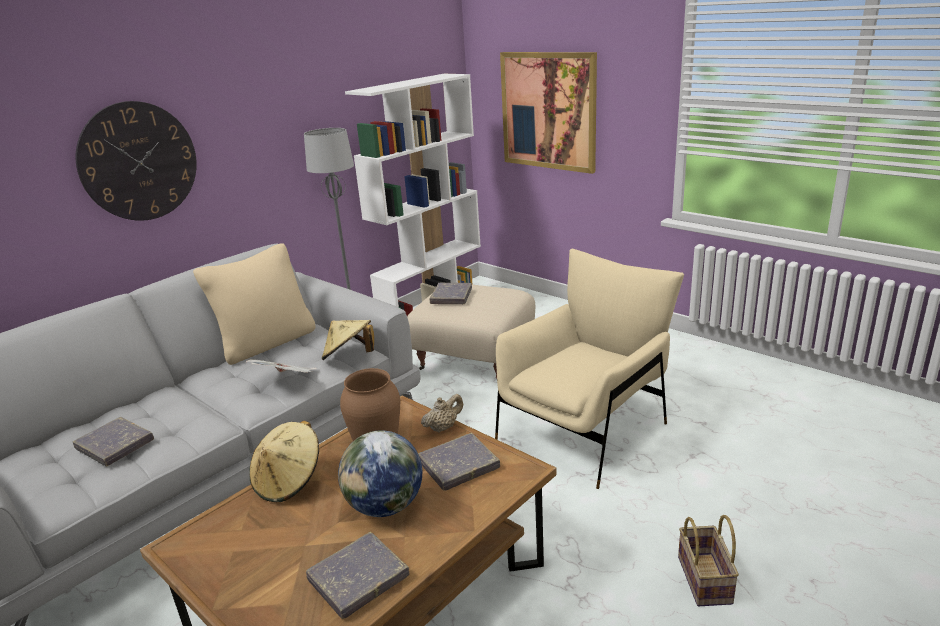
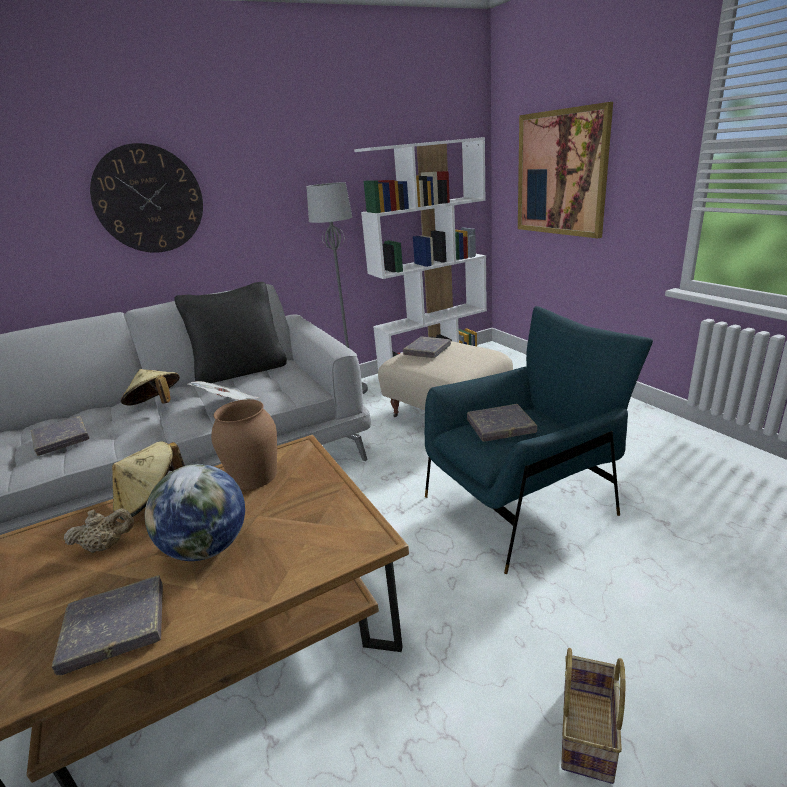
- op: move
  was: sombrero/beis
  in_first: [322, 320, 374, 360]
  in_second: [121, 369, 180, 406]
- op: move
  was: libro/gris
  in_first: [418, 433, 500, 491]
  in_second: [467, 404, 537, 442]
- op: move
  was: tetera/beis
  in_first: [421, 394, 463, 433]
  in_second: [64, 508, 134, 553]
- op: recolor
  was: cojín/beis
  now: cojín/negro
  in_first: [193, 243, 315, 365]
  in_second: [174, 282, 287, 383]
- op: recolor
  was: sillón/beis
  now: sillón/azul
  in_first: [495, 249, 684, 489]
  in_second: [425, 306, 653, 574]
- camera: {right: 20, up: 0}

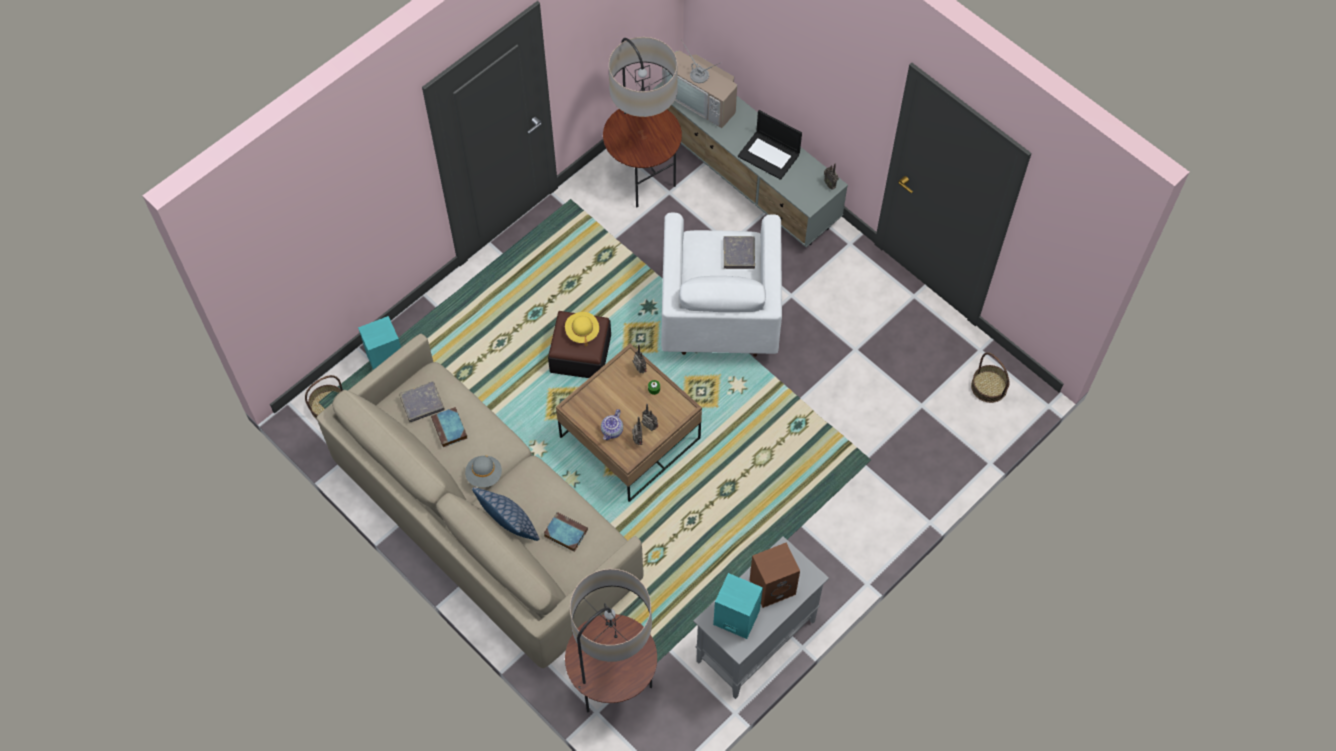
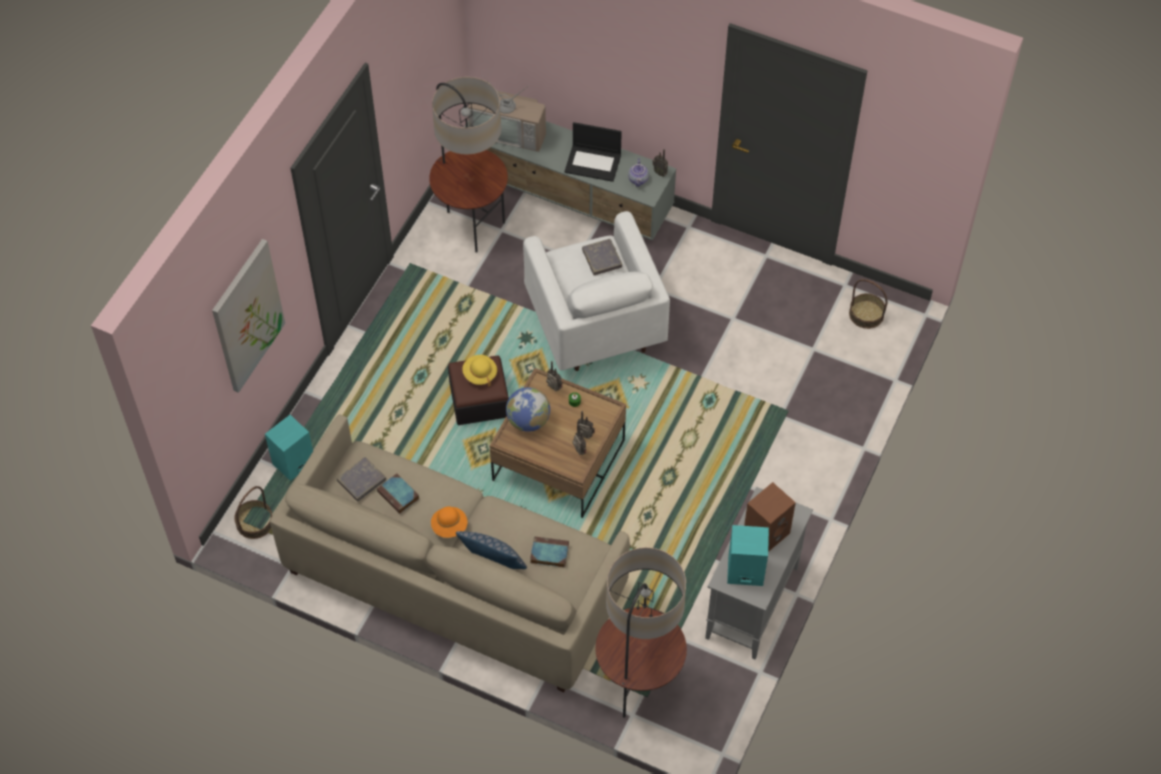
- op: insert
  now: cuadro
  in_second: [212, 239, 285, 393]
- op: insert
  now: globo terráqueo
  in_second: [506, 387, 550, 432]
- op: move
  was: tetera
  in_first: [601, 409, 623, 440]
  in_second: [628, 158, 649, 187]
- op: recolor
  was: sombrero/gris
  now: sombrero/naranja
  in_first: [465, 456, 502, 487]
  in_second: [431, 507, 468, 538]
- camera: {right: -20, up: -5}

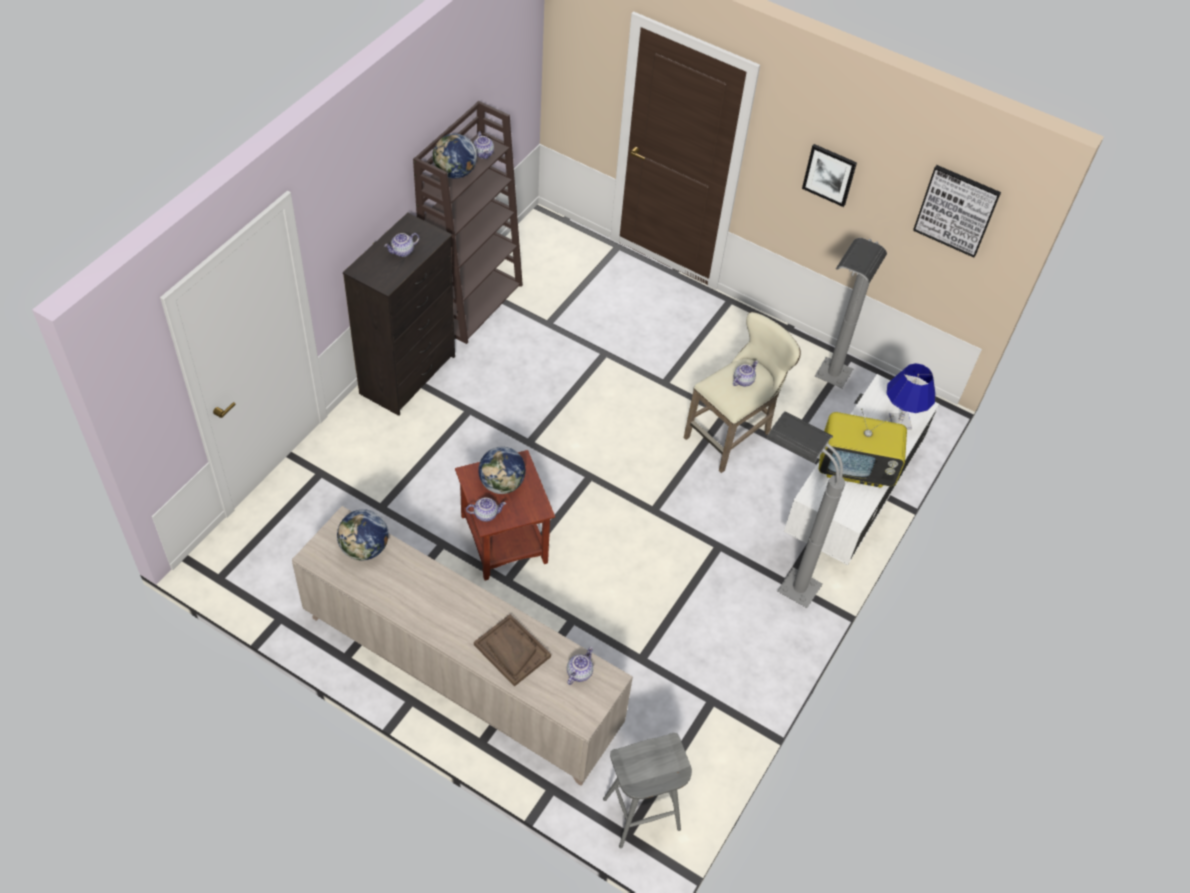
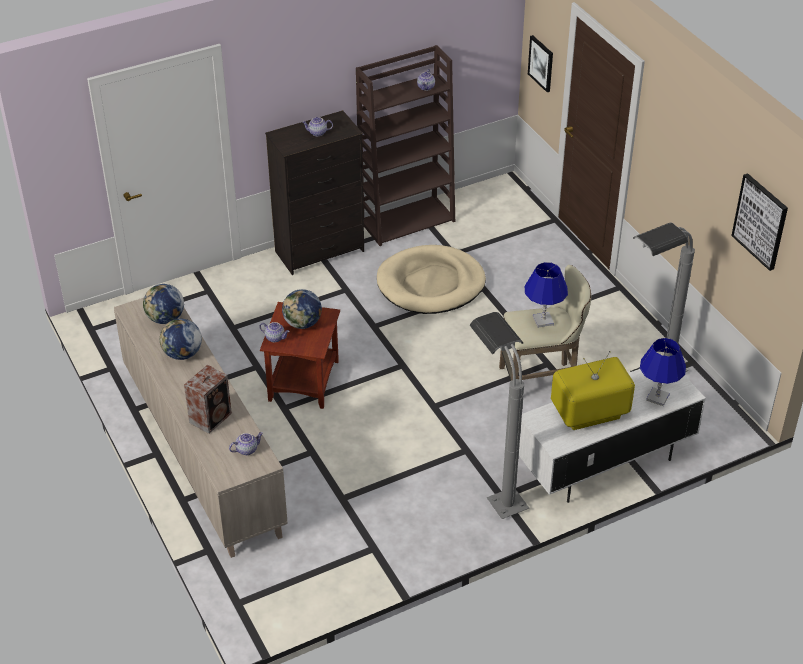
- op: delete
  was: taburete/gris
  in_first: [603, 733, 692, 848]
- op: insert
  now: cama para perro/beis
  in_second: [377, 245, 486, 314]
- op: move
  was: globo terráqueo
  in_first: [432, 134, 477, 179]
  in_second: [160, 319, 202, 360]
- op: move
  was: cuadro
  in_first: [802, 144, 857, 207]
  in_second: [528, 35, 553, 92]
- op: replace
  was: bandeja/marrón
  now: altavoz
  in_first: [474, 614, 551, 687]
  in_second: [184, 365, 232, 434]
- op: replace
  was: tetera
  now: lámpara de mesa/azul
  in_first: [733, 361, 758, 386]
  in_second: [525, 262, 568, 328]
- op: rotate
  was: televisor
  in_first: [819, 409, 907, 488]
  in_second: [551, 351, 635, 430]
  clockwise: 120
- camera: {right: 35, up: -10}

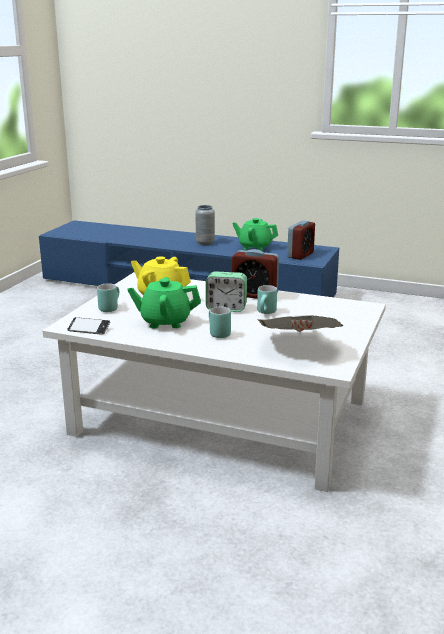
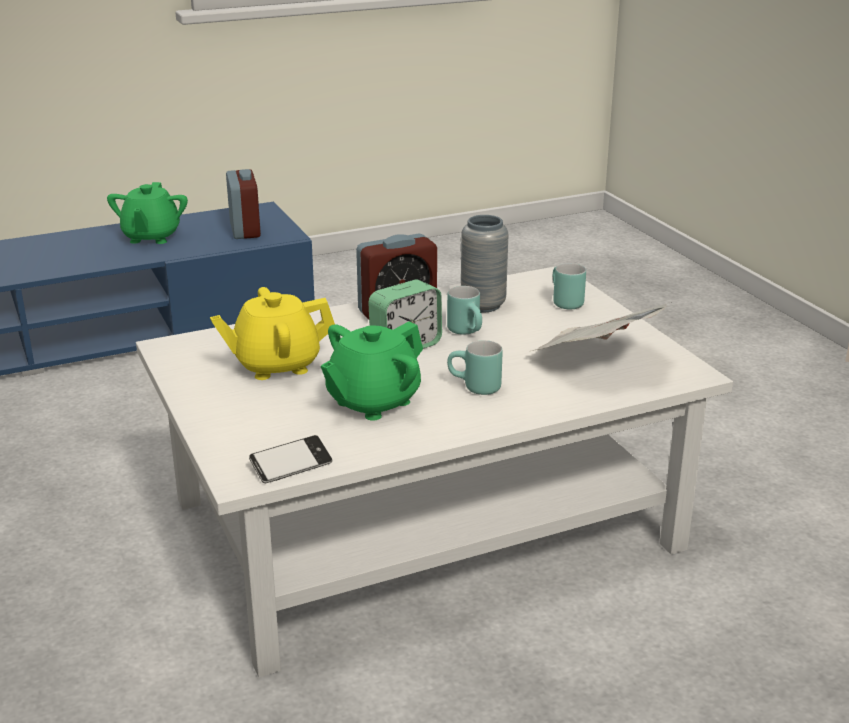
- op: move
  was: taza grande/turquesa
  in_first: [97, 283, 119, 312]
  in_second: [553, 263, 586, 310]
- op: move
  was: florero/gris
  in_first: [195, 205, 215, 245]
  in_second: [461, 215, 509, 312]
- op: rotate
  was: tetera/verde
  in_first: [232, 218, 278, 251]
  in_second: [107, 182, 188, 244]
  clockwise: -60
- camera: {right: -45, up: 5}

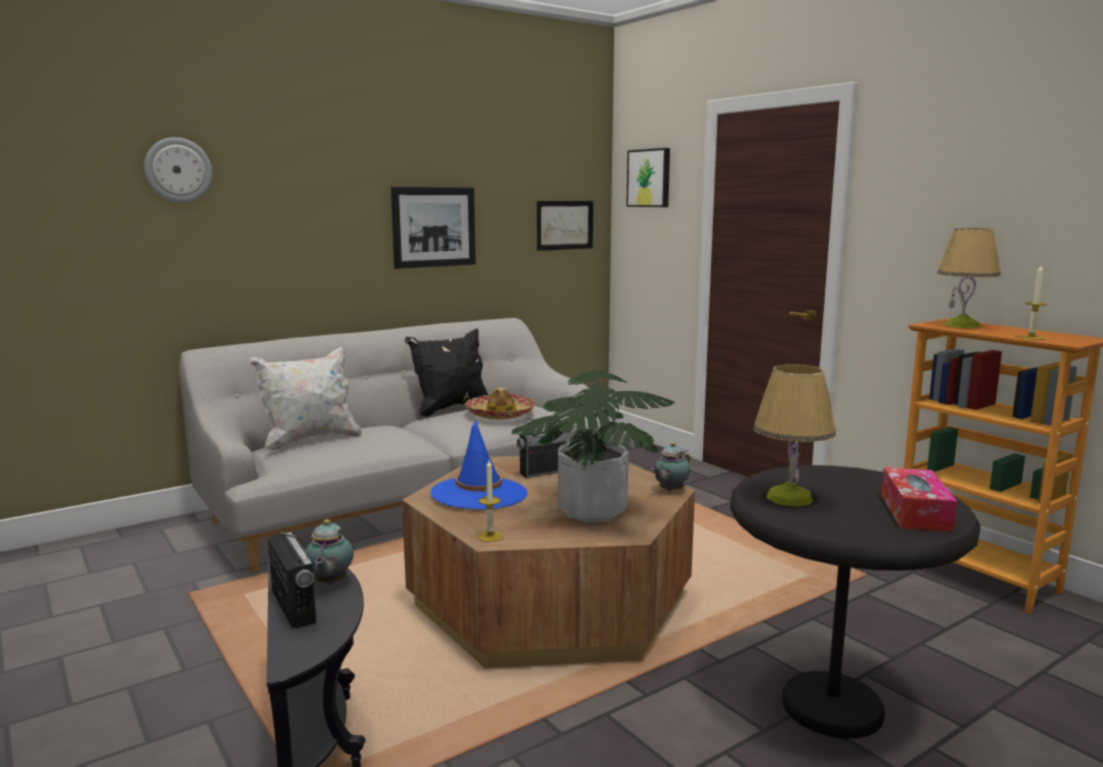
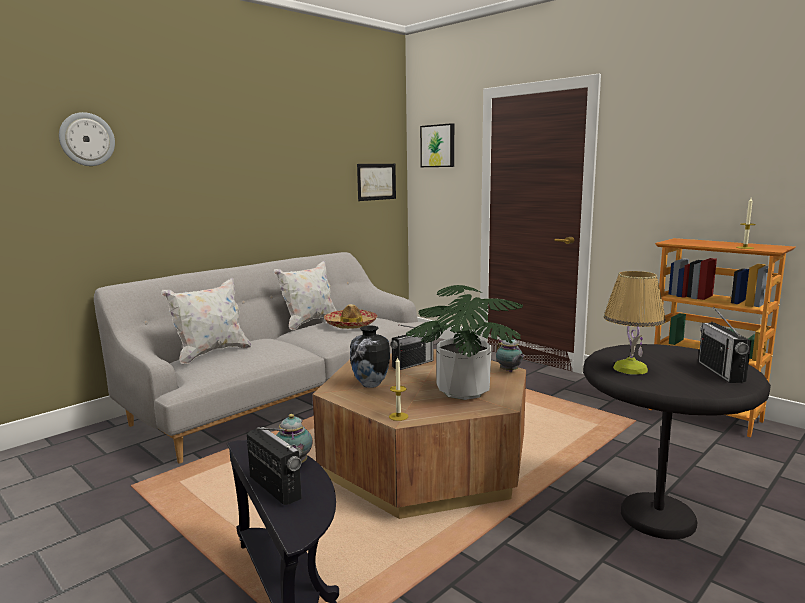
- op: delete
  was: cuadro
  in_first: [391, 187, 476, 269]
- op: delete
  was: lámpara de mesa
  in_first: [937, 228, 1001, 328]
- op: replace
  was: sombrero/azul
  now: florero
  in_first: [431, 419, 528, 510]
  in_second: [350, 326, 390, 388]
- op: replace
  was: caja de pañuelos
  now: radio
  in_first: [881, 467, 957, 532]
  in_second: [698, 307, 751, 383]
- op: recolor
  was: cojín/negro
  now: cojín/blanco
  in_first: [405, 329, 489, 417]
  in_second: [274, 261, 337, 330]
- op: rotate
  was: tetera
  in_first: [652, 442, 690, 492]
  in_second: [496, 336, 524, 372]
  clockwise: -60
- camera: {right: -10, up: 0}

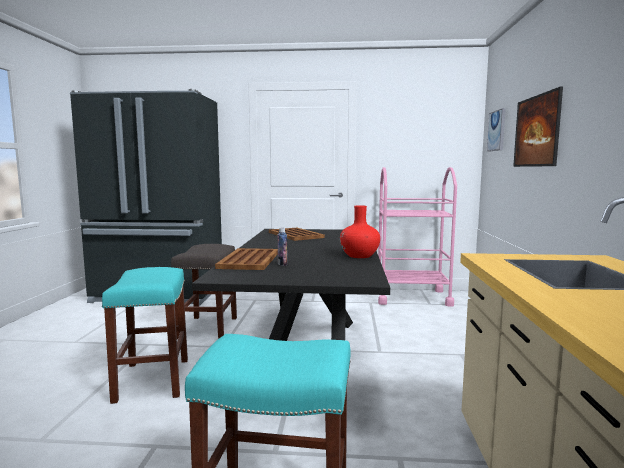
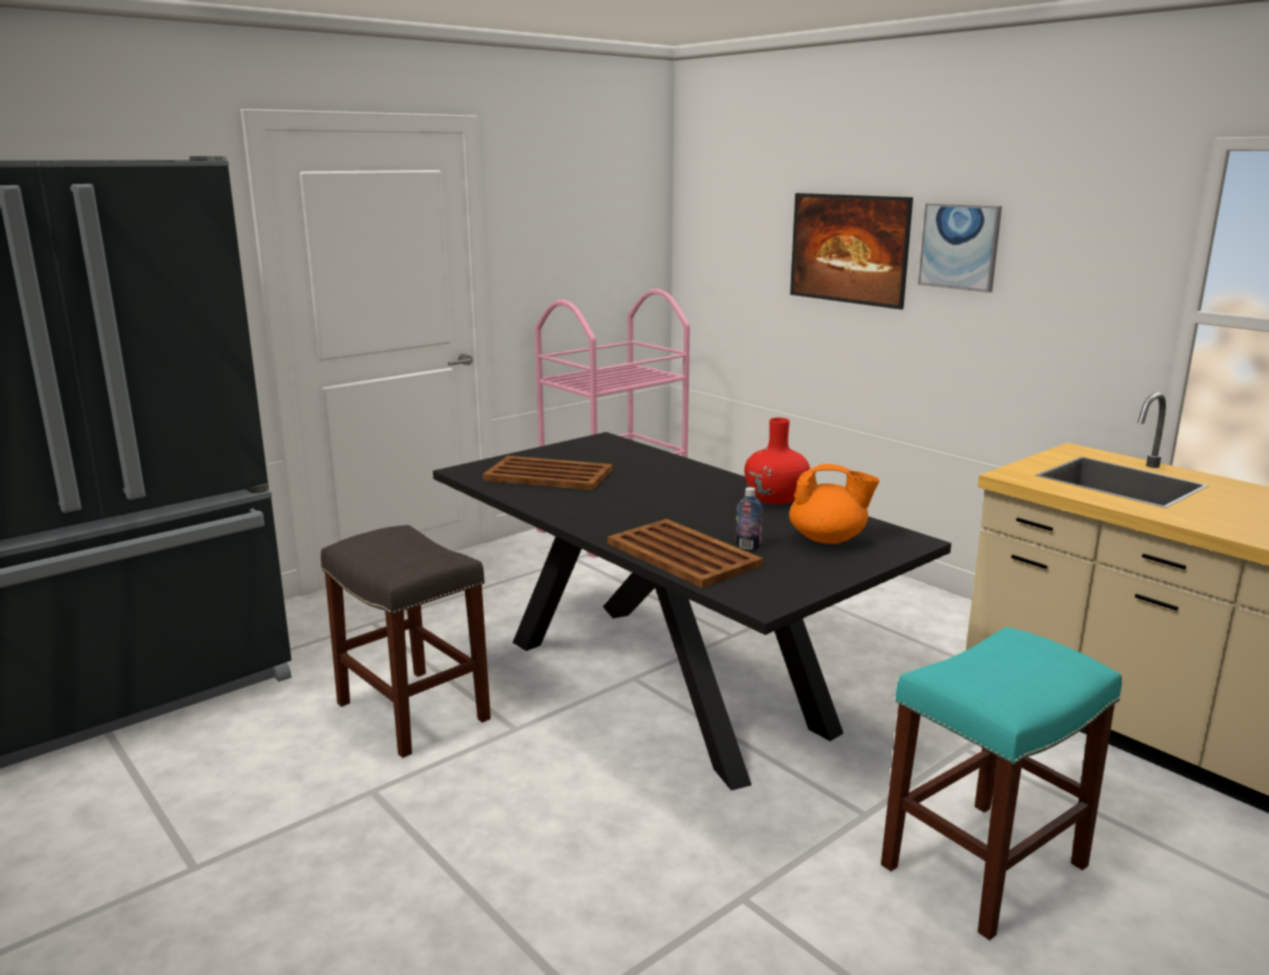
- op: delete
  was: taburete/turquesa
  in_first: [102, 267, 188, 404]
- op: insert
  now: tetera/naranja
  in_second: [789, 464, 880, 544]
- op: move
  was: cuadro
  in_first: [487, 108, 506, 152]
  in_second: [918, 203, 1002, 293]
- camera: {right: -45, up: 10}

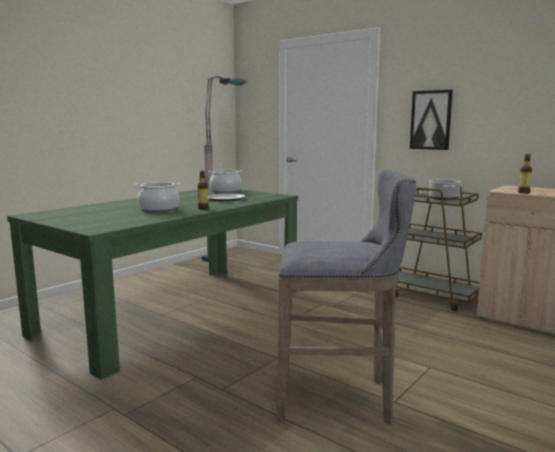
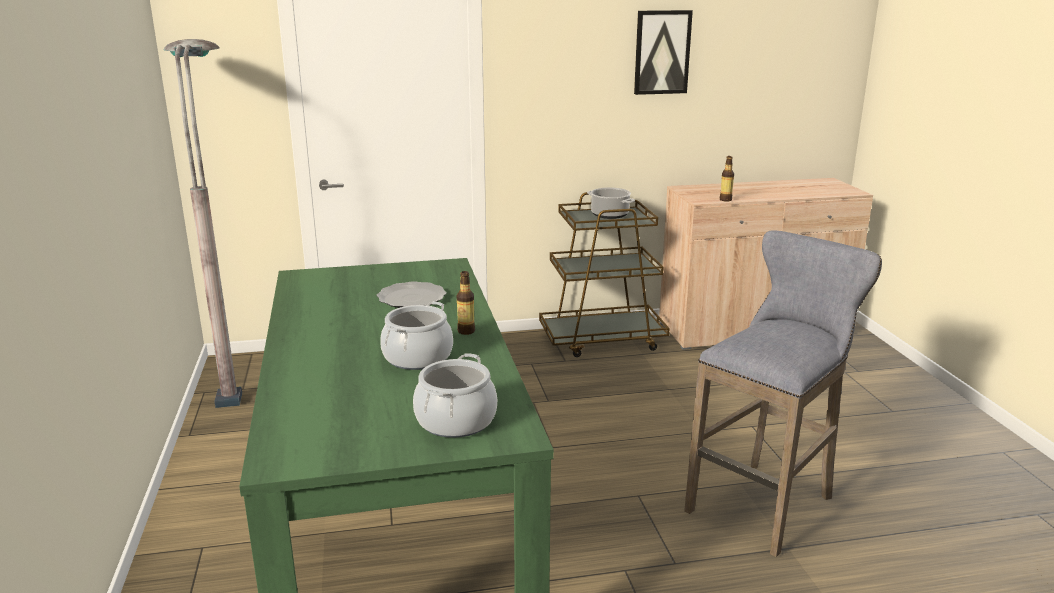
- op: move
  was: olla
  in_first: [208, 170, 242, 193]
  in_second: [413, 353, 497, 438]
- op: move
  was: cuadro
  in_first: [410, 90, 453, 150]
  in_second: [634, 10, 693, 95]
- camera: {right: -50, up: 10}

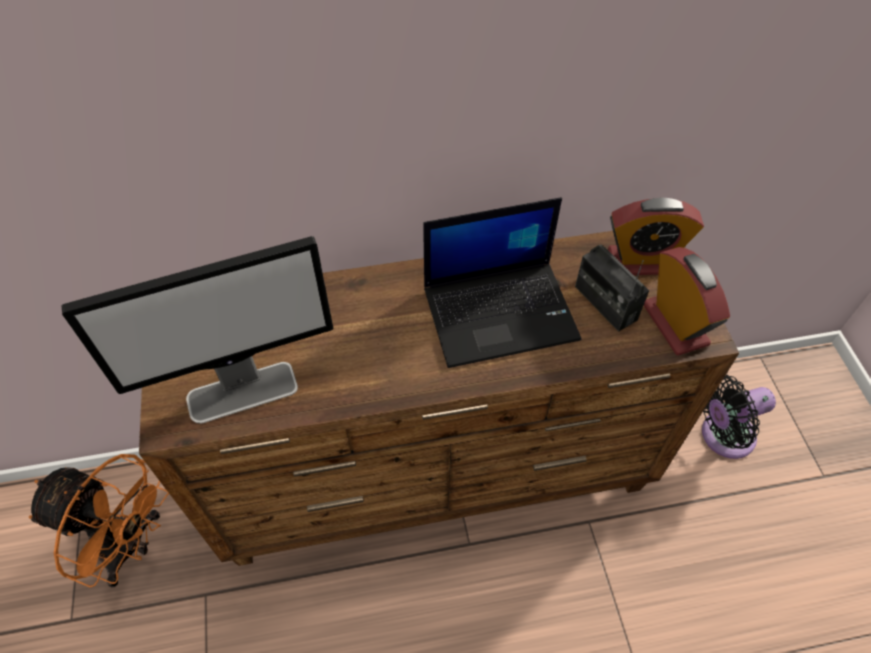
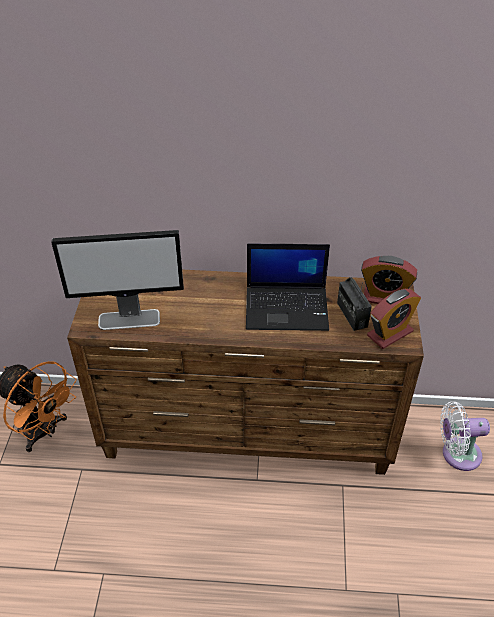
- op: recolor
  was: ventilador/negro
  now: ventilador/blanco
  in_first: [702, 374, 776, 459]
  in_second: [440, 401, 490, 471]
- op: rotate
  was: despertador
  in_first: [644, 247, 730, 356]
  in_second: [367, 289, 421, 349]
  clockwise: 60
- camera: {right: 15, up: -10}

